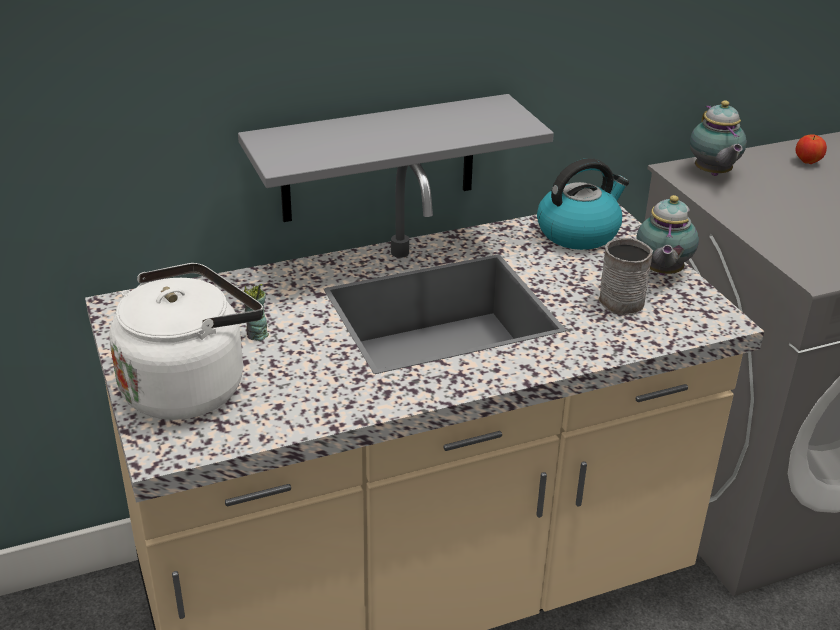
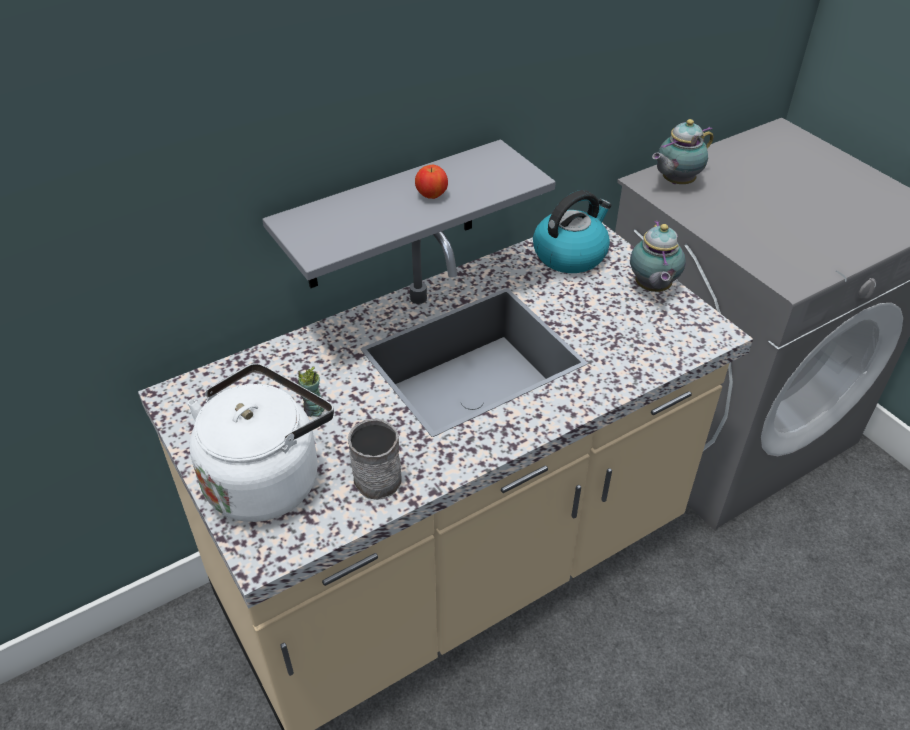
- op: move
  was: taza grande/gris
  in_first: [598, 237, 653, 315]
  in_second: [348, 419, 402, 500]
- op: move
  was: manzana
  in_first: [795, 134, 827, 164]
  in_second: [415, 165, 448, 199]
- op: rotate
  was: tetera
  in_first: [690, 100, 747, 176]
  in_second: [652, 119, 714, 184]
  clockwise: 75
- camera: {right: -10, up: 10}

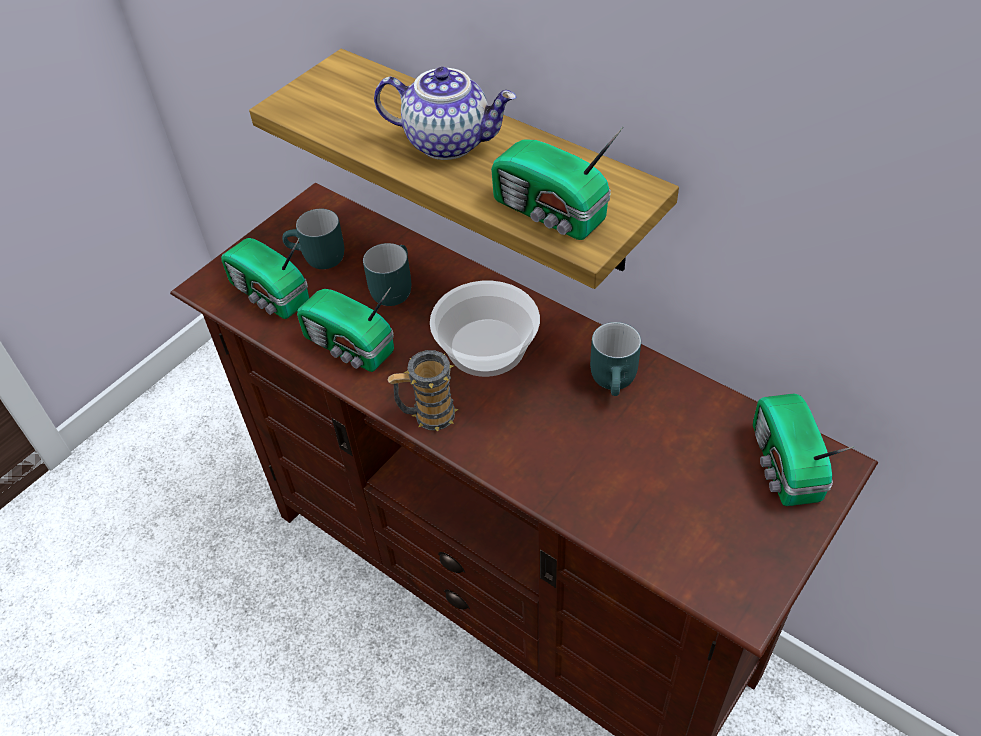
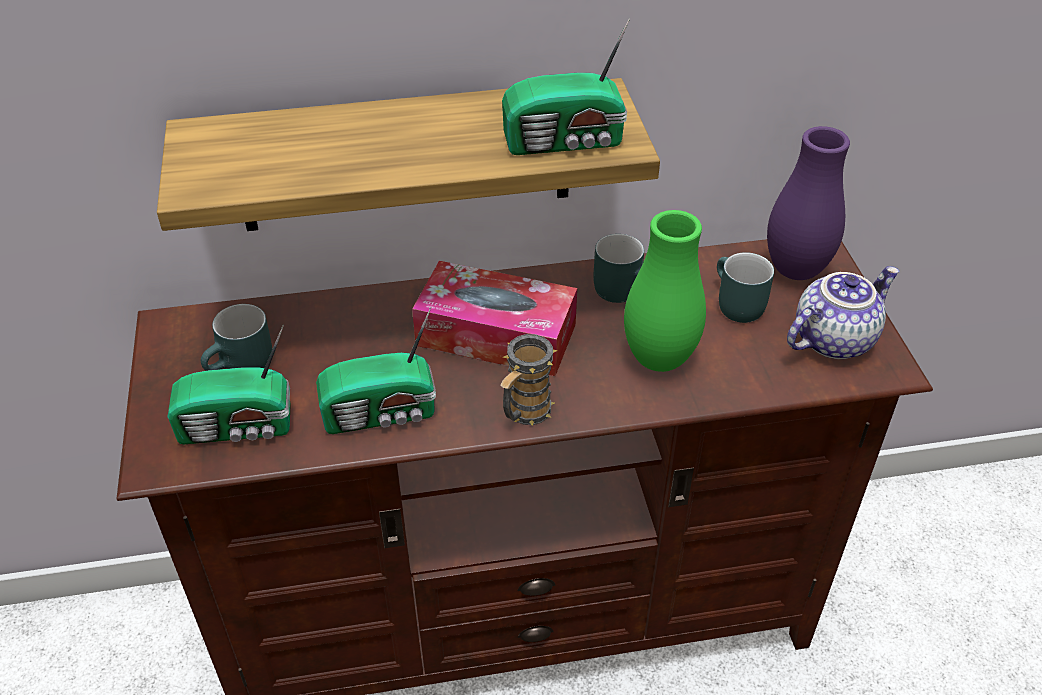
- op: insert
  now: florero/verde
  in_second: [624, 210, 706, 372]
- op: move
  was: taza grande/turquesa
  in_first: [363, 243, 411, 306]
  in_second: [717, 252, 774, 323]
- op: move
  was: tetera
  in_first: [374, 67, 516, 160]
  in_second: [787, 266, 899, 359]
- op: replace
  was: cuenco
  now: caja de pañuelos
  in_first: [430, 281, 540, 377]
  in_second: [412, 261, 577, 376]
- op: replace
  was: radio
  now: florero/morado
  in_first: [753, 393, 854, 506]
  in_second: [767, 126, 850, 280]
- camera: {right: -50, up: -5}

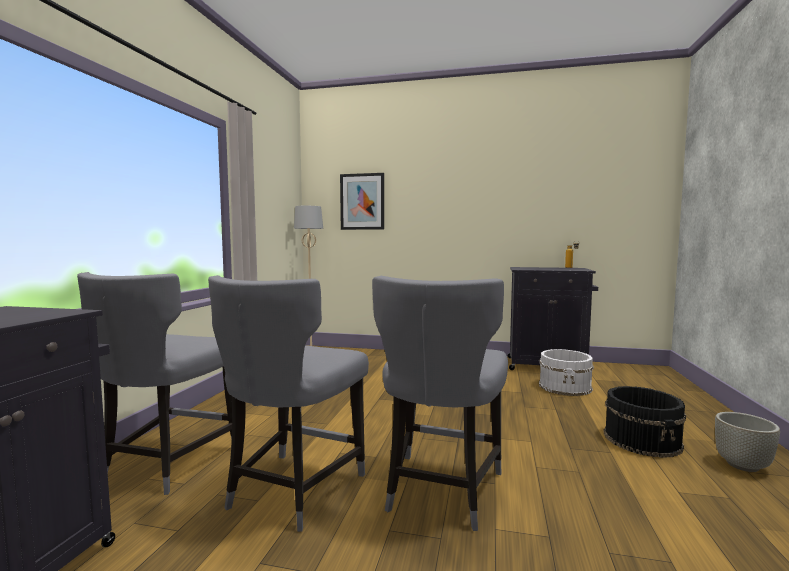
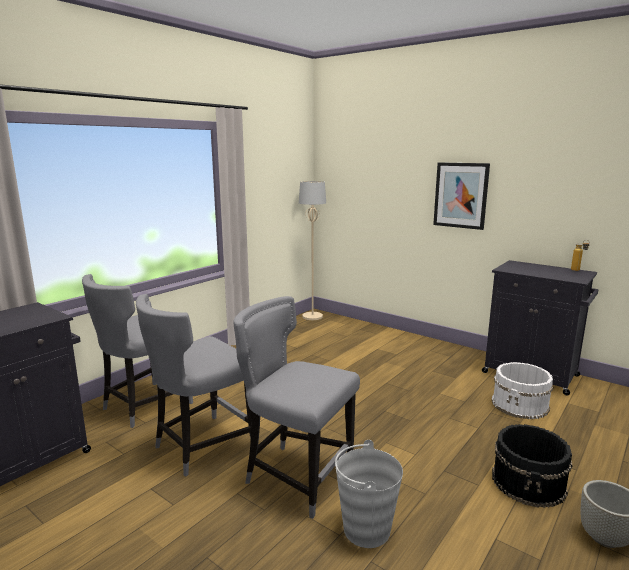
- op: insert
  now: cubo/gris
  in_second: [335, 440, 403, 548]
- op: move
  was: cuadro
  in_first: [340, 173, 384, 230]
  in_second: [433, 162, 490, 230]
- op: rotate
  was: silla/gris
  in_first: [372, 276, 508, 531]
  in_second: [233, 296, 360, 519]
  clockwise: 75
- camera: {right: 25, up: 10}

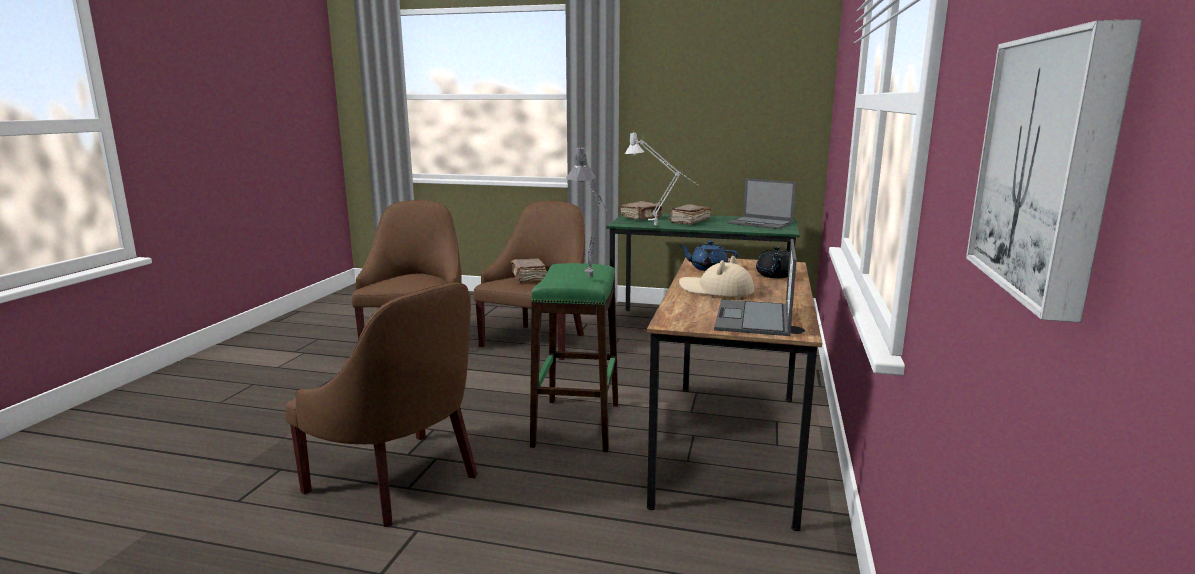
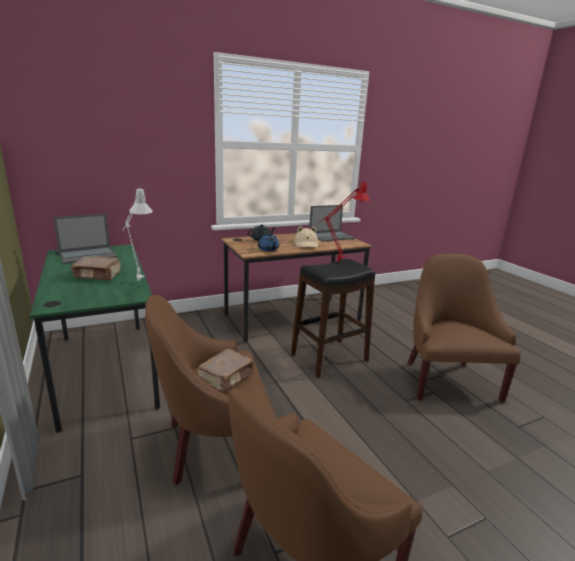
- op: delete
  was: libro/marrón
  in_first: [621, 201, 662, 220]
- op: delete
  was: cuadro
  in_first: [966, 19, 1143, 322]
- op: recolor
  was: taburete/verde
  now: taburete/negro
  in_first: [530, 263, 618, 452]
  in_second: [291, 259, 375, 378]
- op: recolor
  was: lámpara de mesa/gris
  now: lámpara de mesa/rojo
  in_first: [566, 148, 607, 277]
  in_second: [311, 182, 370, 262]
- op: rotate
  was: portátil
  in_first: [728, 178, 796, 229]
  in_second: [53, 214, 118, 264]
  clockwise: 60
- camera: {right: -130, up: 5}

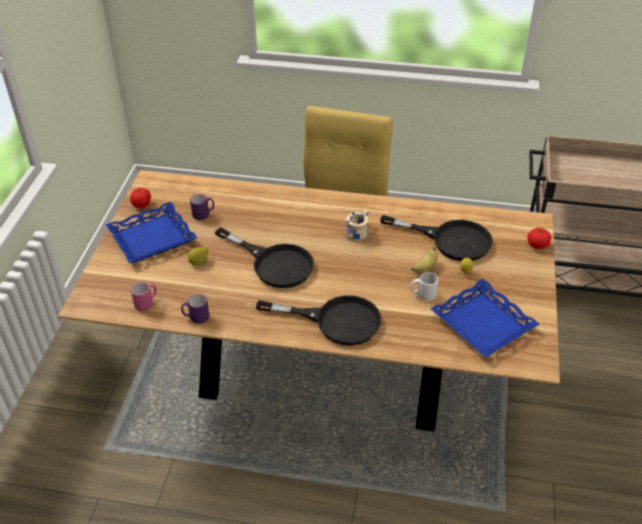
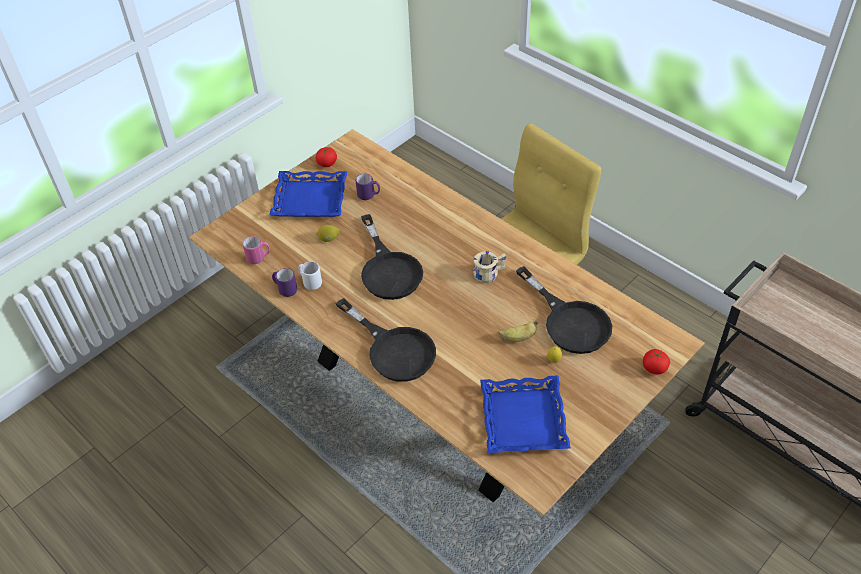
- op: move
  was: taza grande/blanco
  in_first: [411, 272, 438, 301]
  in_second: [298, 261, 322, 290]
- camera: {right: 35, up: 5}

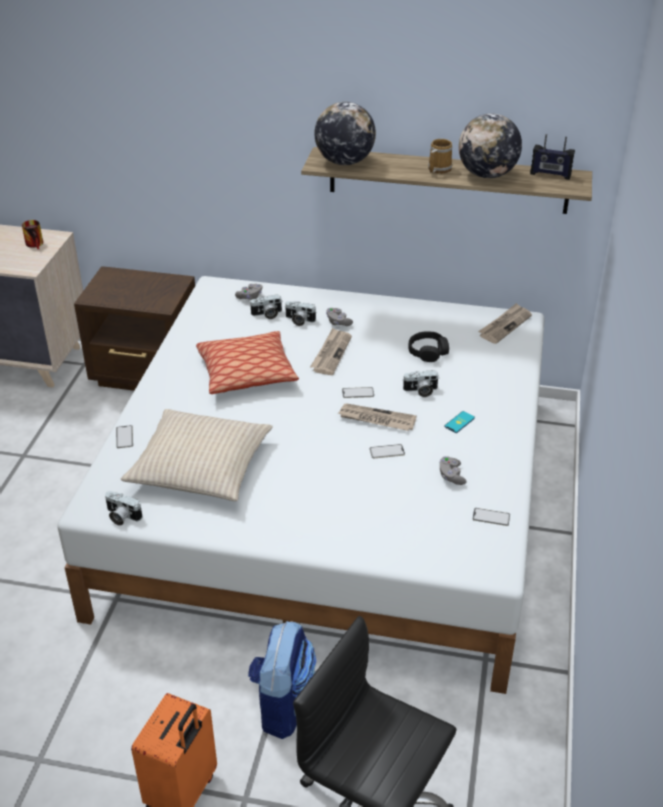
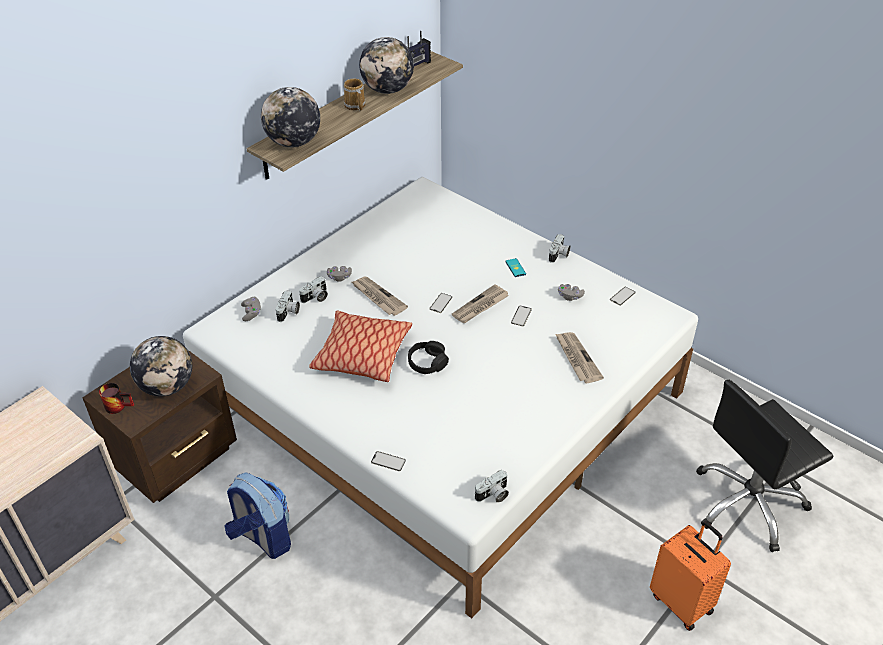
- op: delete
  was: cojín/beis
  in_first: [121, 409, 273, 501]
- op: insert
  now: globo terráqueo
  in_second: [130, 336, 192, 397]
- op: move
  was: taza grande
  in_first: [22, 220, 43, 249]
  in_second: [99, 383, 134, 414]
- op: move
  was: mochila
  in_first: [248, 621, 316, 739]
  in_second: [225, 472, 291, 559]
- op: move
  was: cámara
  in_first: [402, 370, 439, 397]
  in_second: [549, 234, 570, 263]
- op: move
  was: auriculares/negro
  in_first: [408, 331, 449, 362]
  in_second: [408, 341, 449, 374]
- op: move
  was: periódico
  in_first: [478, 303, 532, 344]
  in_second: [555, 332, 604, 383]
- camera: {right: -60, up: 5}

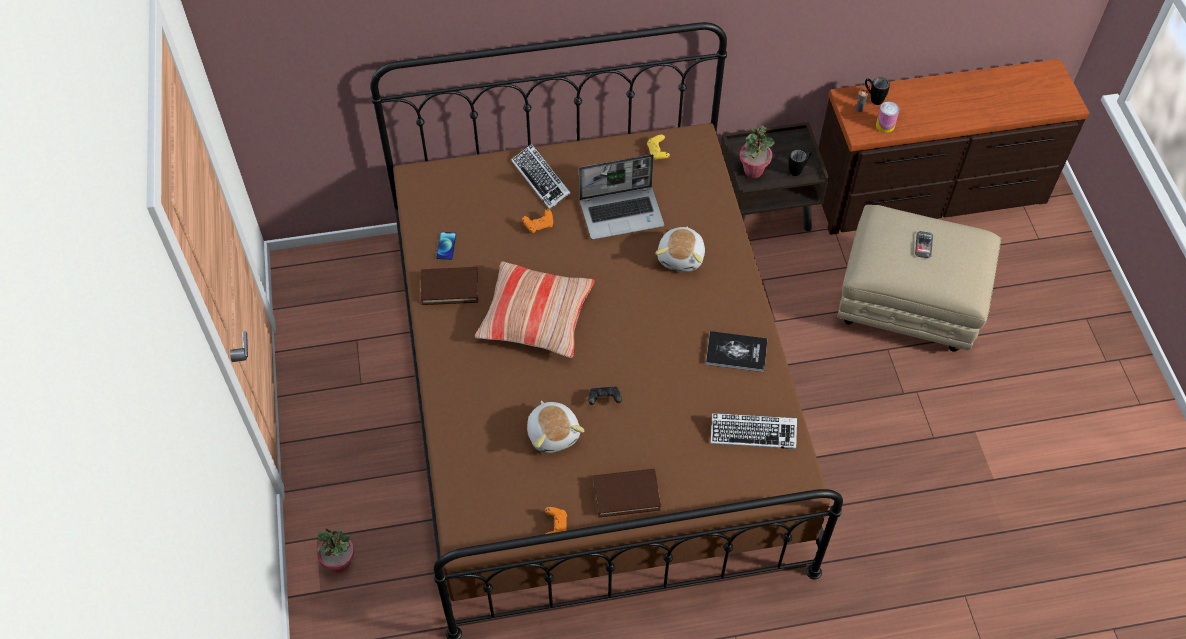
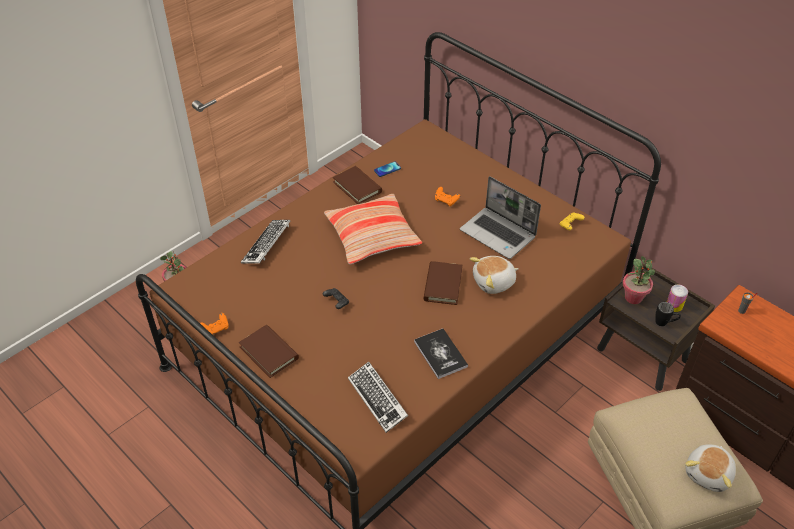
- op: delete
  was: taza grande/negro
  in_first: [865, 77, 890, 105]
- op: delete
  was: móvil
  in_first: [915, 231, 933, 258]
- op: insert
  now: libro/marrón
  in_second: [424, 261, 462, 305]
- op: move
  was: teclado
  in_first: [511, 144, 571, 209]
  in_second: [241, 220, 290, 264]
- op: move
  was: peluche
  in_first: [527, 401, 584, 453]
  in_second: [685, 444, 736, 492]
- op: move
  was: lata
  in_first: [876, 102, 900, 133]
  in_second: [667, 285, 688, 312]
- camera: {right: 55, up: -10}

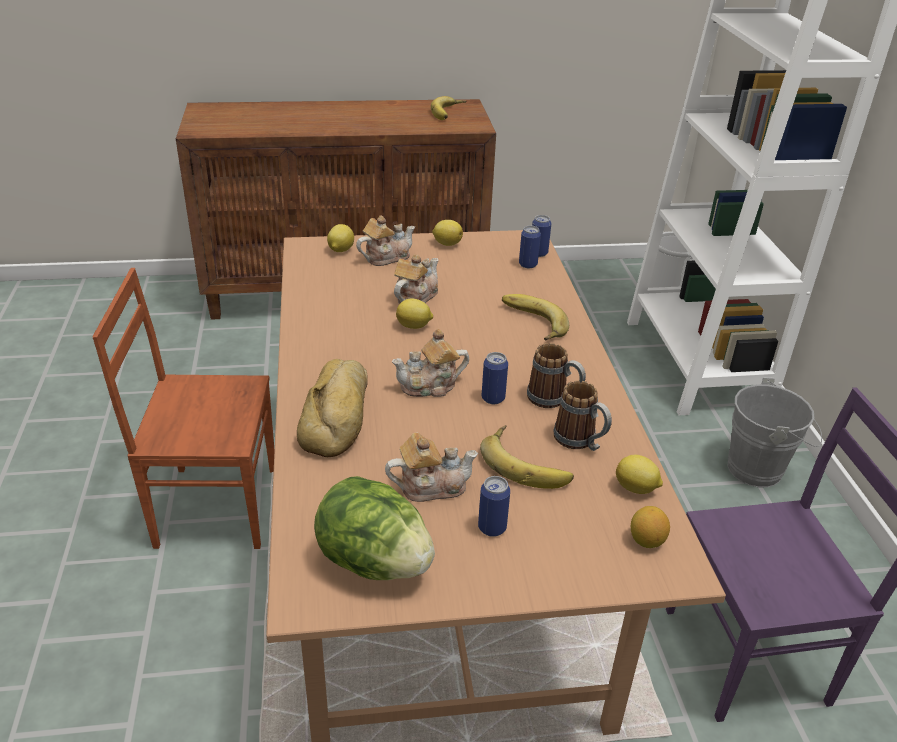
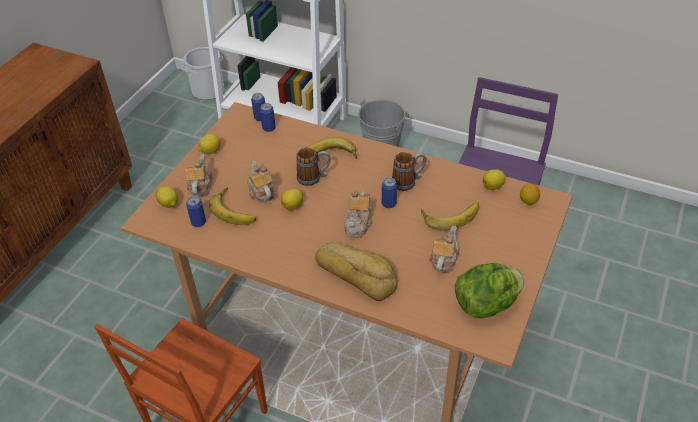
- op: move
  was: plátano
  in_first: [431, 96, 466, 120]
  in_second: [209, 187, 256, 225]
- op: move
  was: lata
  in_first: [478, 476, 510, 537]
  in_second: [186, 196, 206, 227]
- op: move
  was: taza grande
  in_first: [553, 380, 612, 451]
  in_second: [296, 147, 331, 186]
- camera: {right: -55, up: 10}

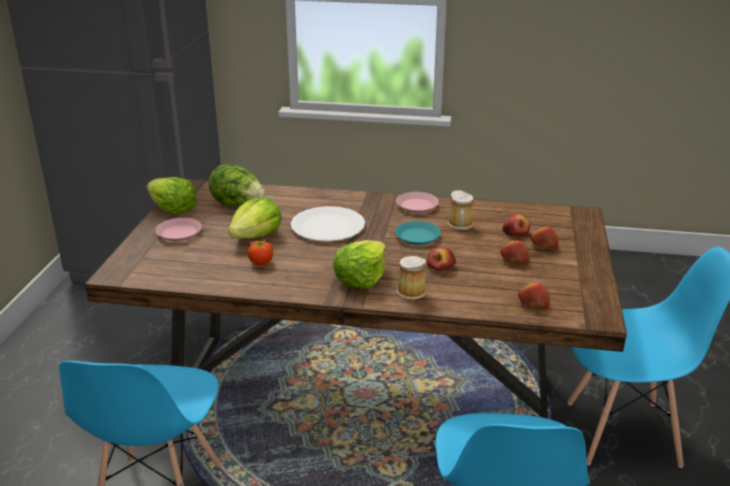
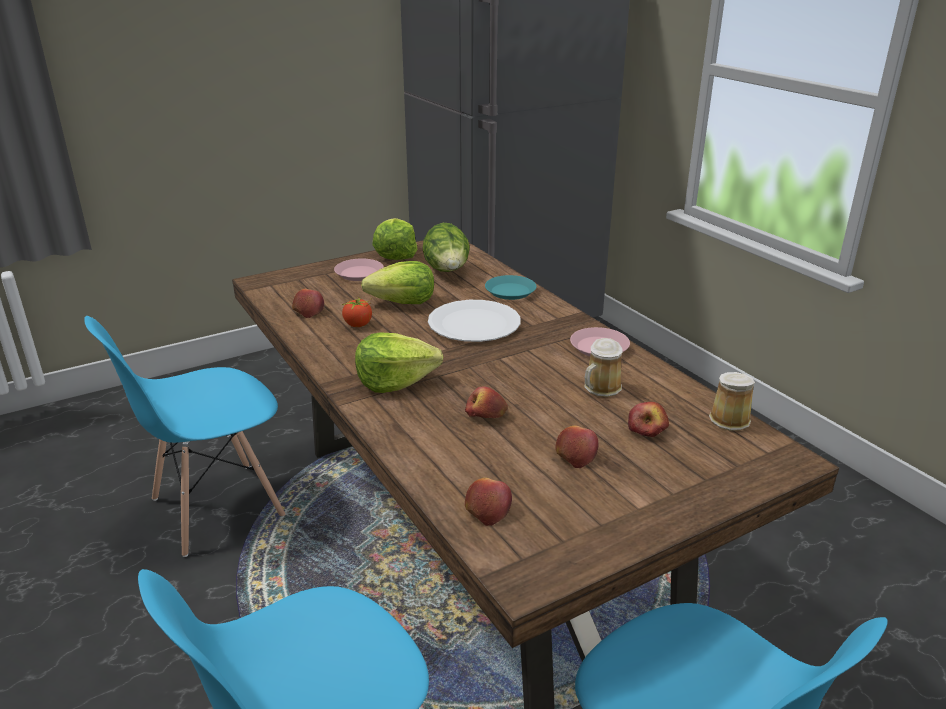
- op: move
  was: plato/turquesa
  in_first: [395, 221, 441, 245]
  in_second: [485, 275, 537, 300]
- op: move
  was: taza grande
  in_first: [397, 256, 427, 300]
  in_second: [709, 372, 755, 431]
- op: move
  was: manzana
  in_first: [530, 227, 559, 250]
  in_second: [292, 289, 324, 318]
- camera: {right: 50, up: 0}

